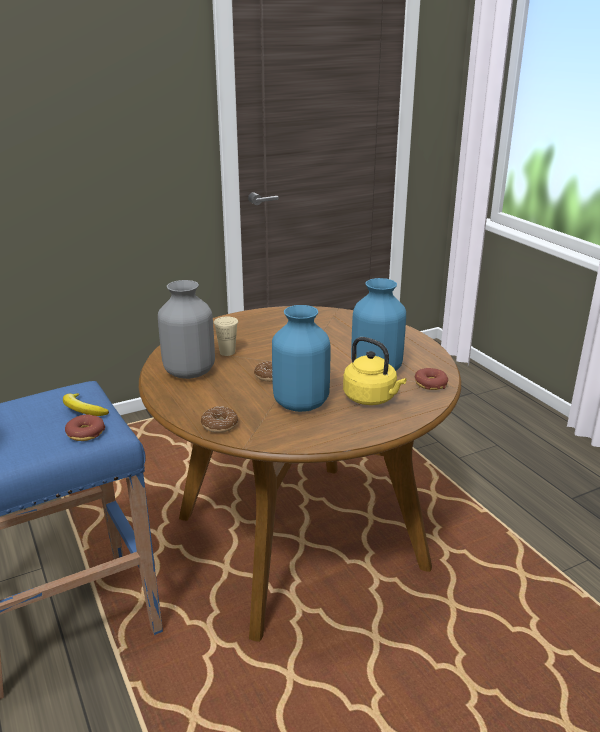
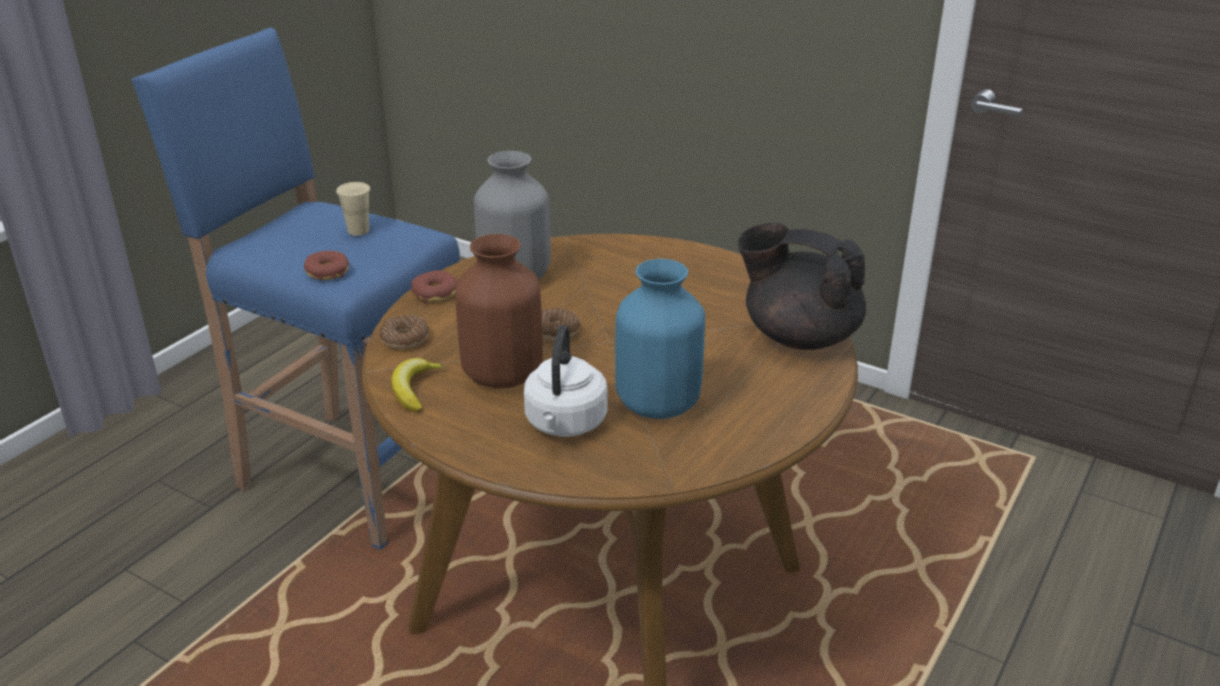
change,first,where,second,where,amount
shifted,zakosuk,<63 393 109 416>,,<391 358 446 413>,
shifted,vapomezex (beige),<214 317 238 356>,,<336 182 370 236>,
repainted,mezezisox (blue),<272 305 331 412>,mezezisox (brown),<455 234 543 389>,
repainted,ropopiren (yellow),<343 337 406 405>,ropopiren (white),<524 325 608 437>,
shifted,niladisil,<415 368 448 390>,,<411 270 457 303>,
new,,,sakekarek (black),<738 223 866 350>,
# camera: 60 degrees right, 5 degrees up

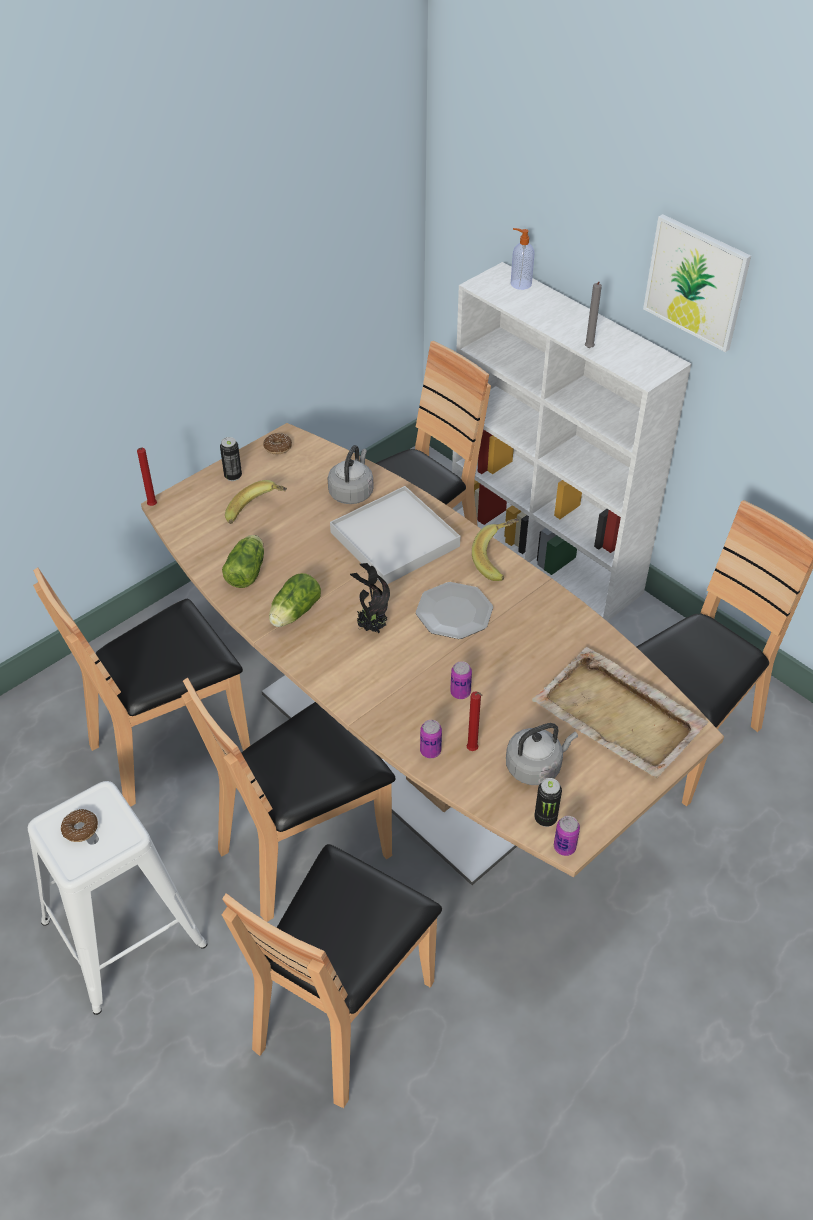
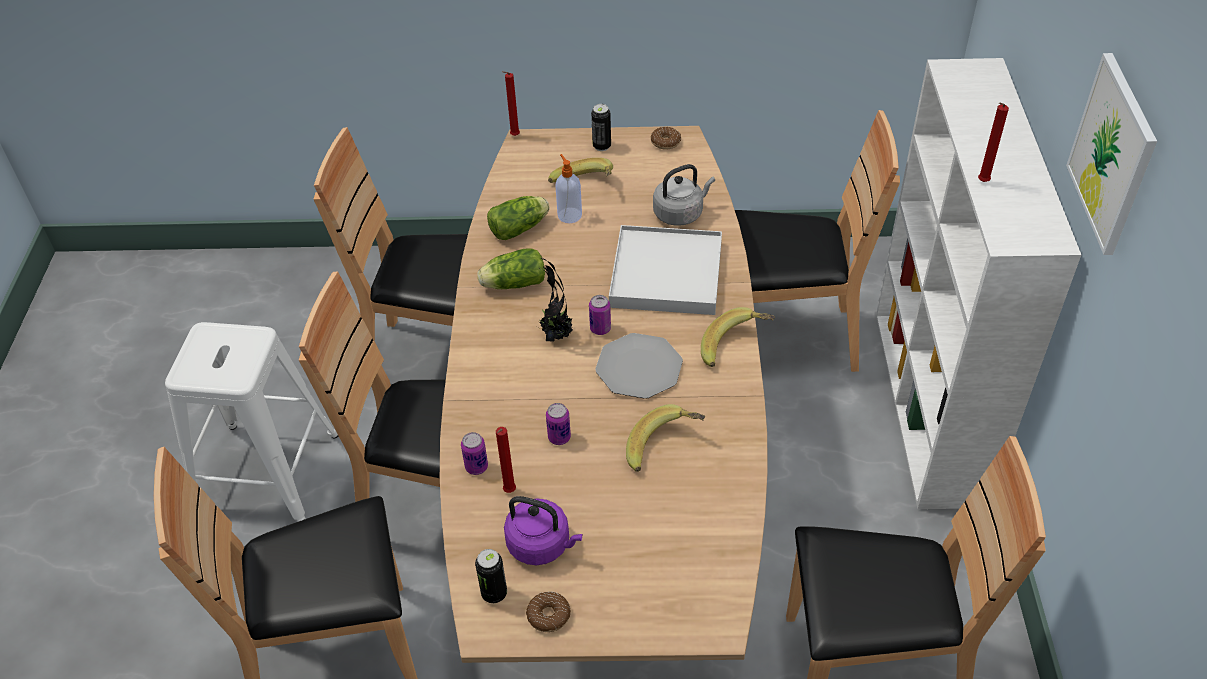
change,first,where,second,where,amount
shifted,niladisil,<61 809 98 842>,,<526 592 571 632>,
repainted,ropopiren (grey),<506 723 578 785>,ropopiren (purple),<504 496 582 565>,
shifted,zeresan,<511 228 535 290>,,<555 154 582 223>,
gone,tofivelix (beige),<532 647 708 778>,,,
shifted,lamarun,<554 816 580 856>,,<589 295 611 335>,
repainted,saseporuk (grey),<585 282 602 348>,saseporuk (red),<978 103 1009 182>,
new,,,zakosuk,<626 404 705 472>,
# camera: 45 degrees right, 0 degrees up

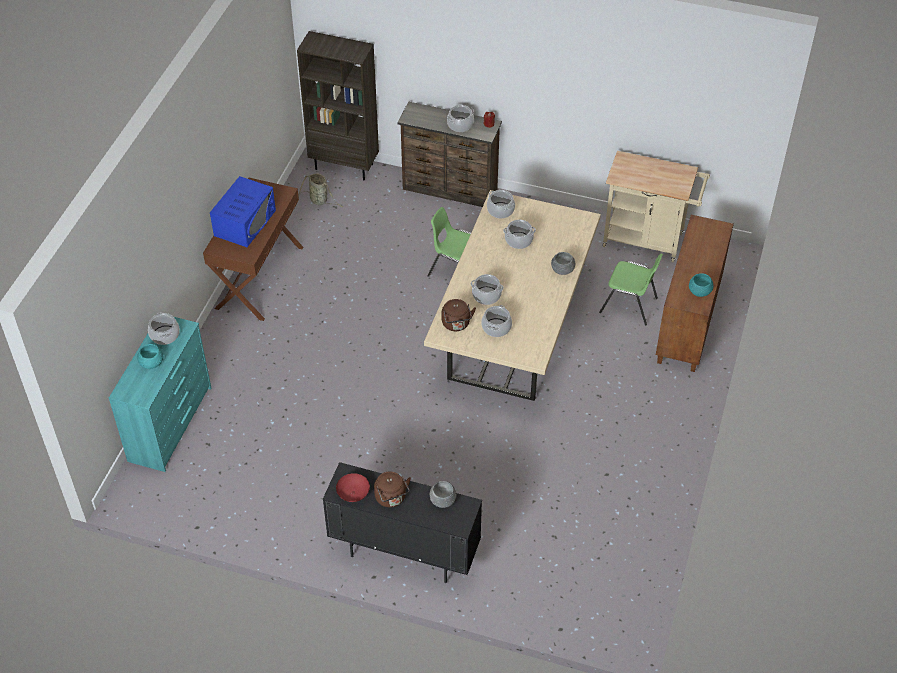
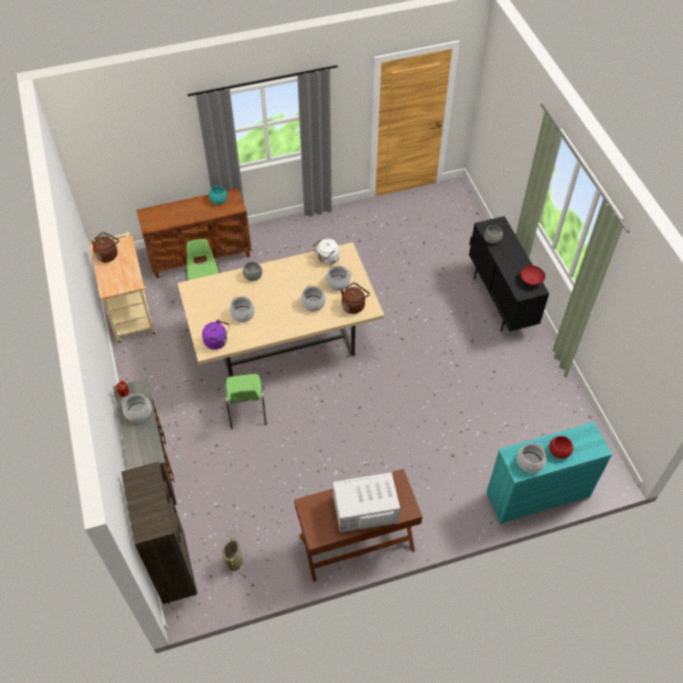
change,first,where,second,where,amount
repainted,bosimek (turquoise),<137 344 163 369>,bosimek (red),<549 436 573 459>,
repainted,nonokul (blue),<210 176 276 247>,nonokul (white),<333 472 400 533>,
shifted,ropopiren (brown),<374 471 411 508>,,<91 232 119 262>,
swapped,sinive,<487 190 515 219>,ropopiren (purple),<202 319 229 350>,
new,,,ropopiren (white),<312 239 340 265>,
# camera: 125 degrees left, 5 degrees up

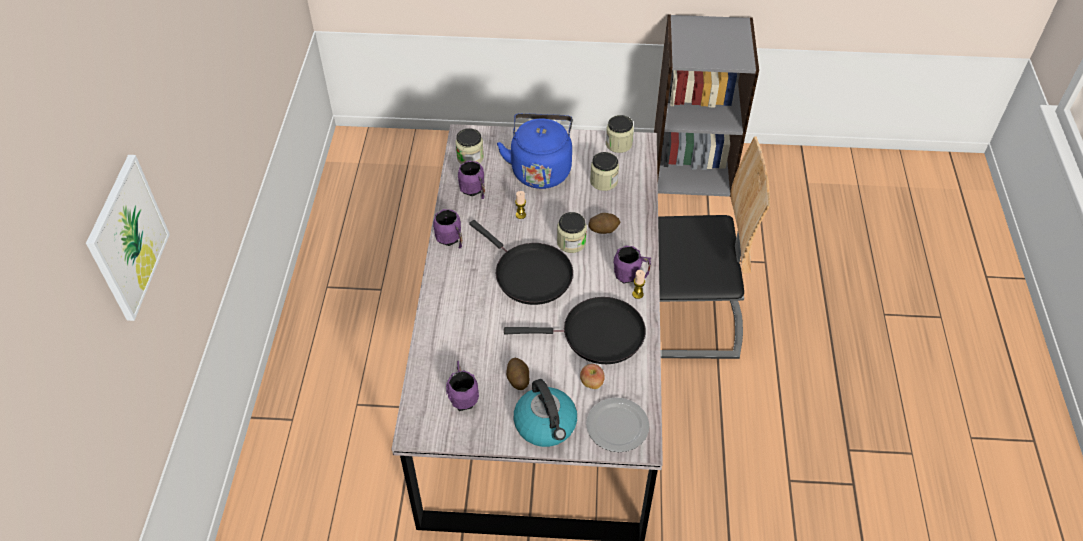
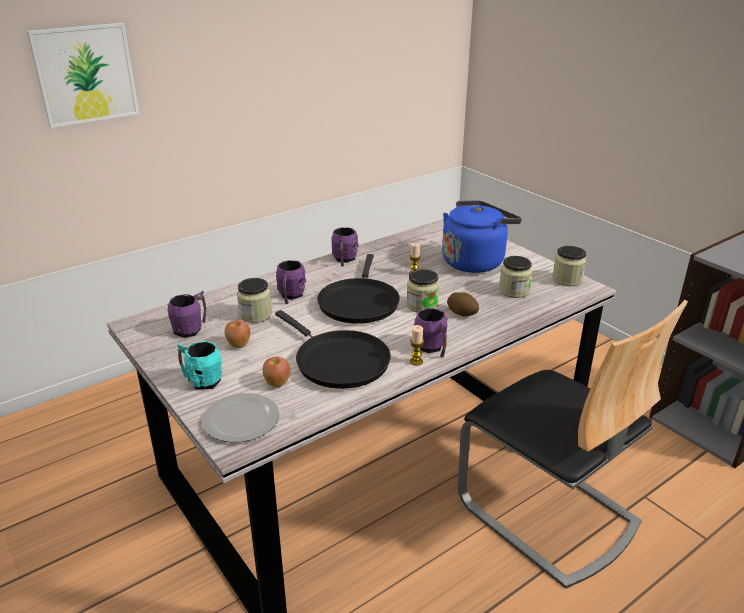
change,first,where,second,where,amount
shifted,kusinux,<456 128 484 164>,,<237 278 272 323>,
shifted,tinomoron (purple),<458 161 485 199>,,<276 260 306 304>,
swapped,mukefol,<506 358 529 390>,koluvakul,<224 320 250 348>,
swapped,ropopiren,<514 379 577 447>,tinomoron (turquoise),<177 341 222 389>,
# camera: 50 degrees right, 20 degrees down

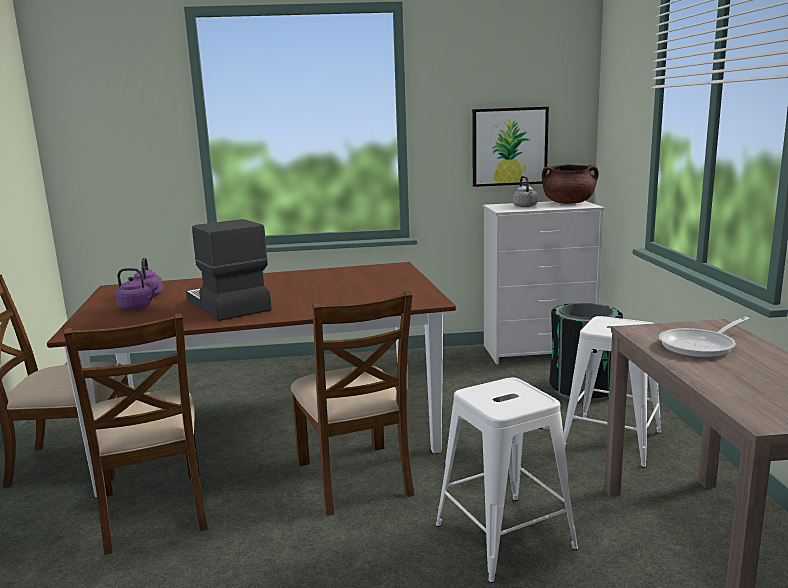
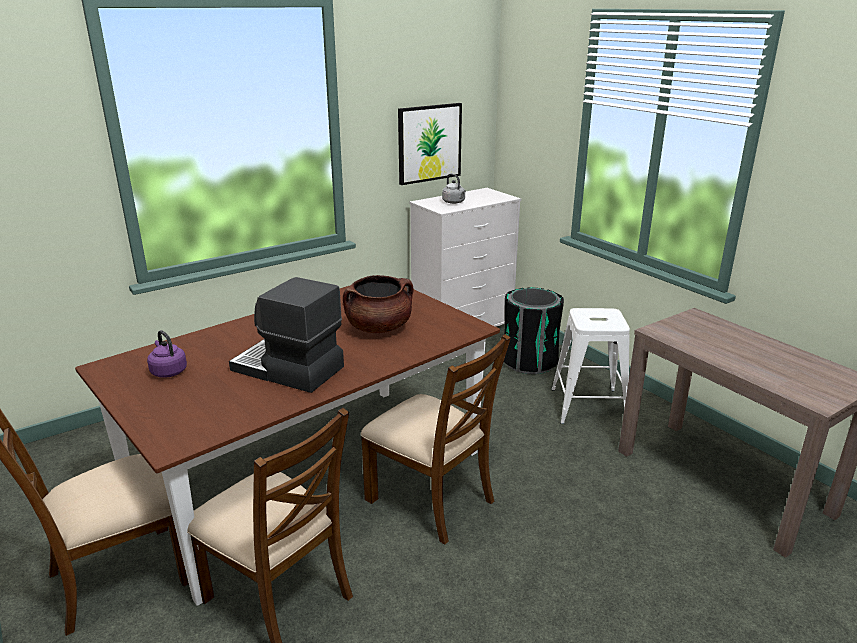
change,first,where,second,where,amount
gone,ropopiren (purple),<115 268 158 310>,,,
gone,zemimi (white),<436 377 578 583>,,,
shifted,sinive (brown),<542 164 599 204>,,<343 275 413 333>,
gone,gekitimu,<659 317 749 358>,,,
# camera: 30 degrees left, 10 degrees up

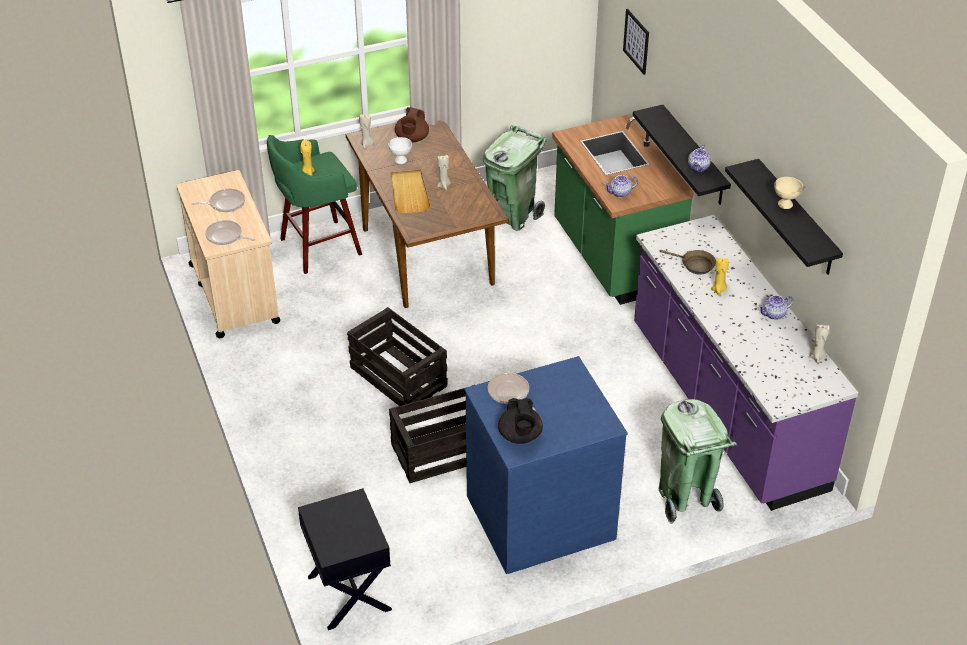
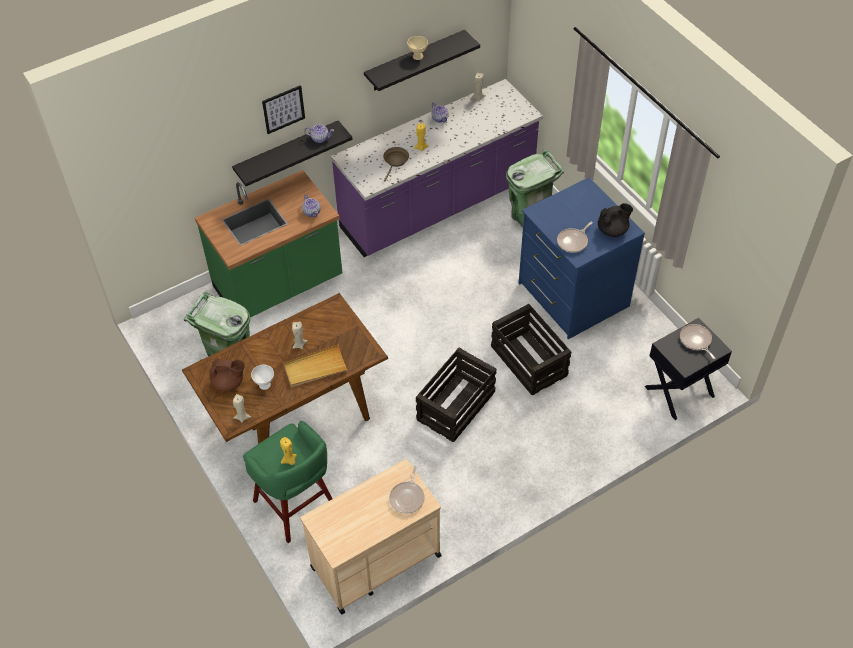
change,first,where,second,where,amount
shifted,gekitimu,<191 189 245 212>,,<680 324 715 359>,
shifted,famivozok,<623 9 649 75>,,<262 85 305 134>,
# camera: 100 degrees left, 10 degrees up

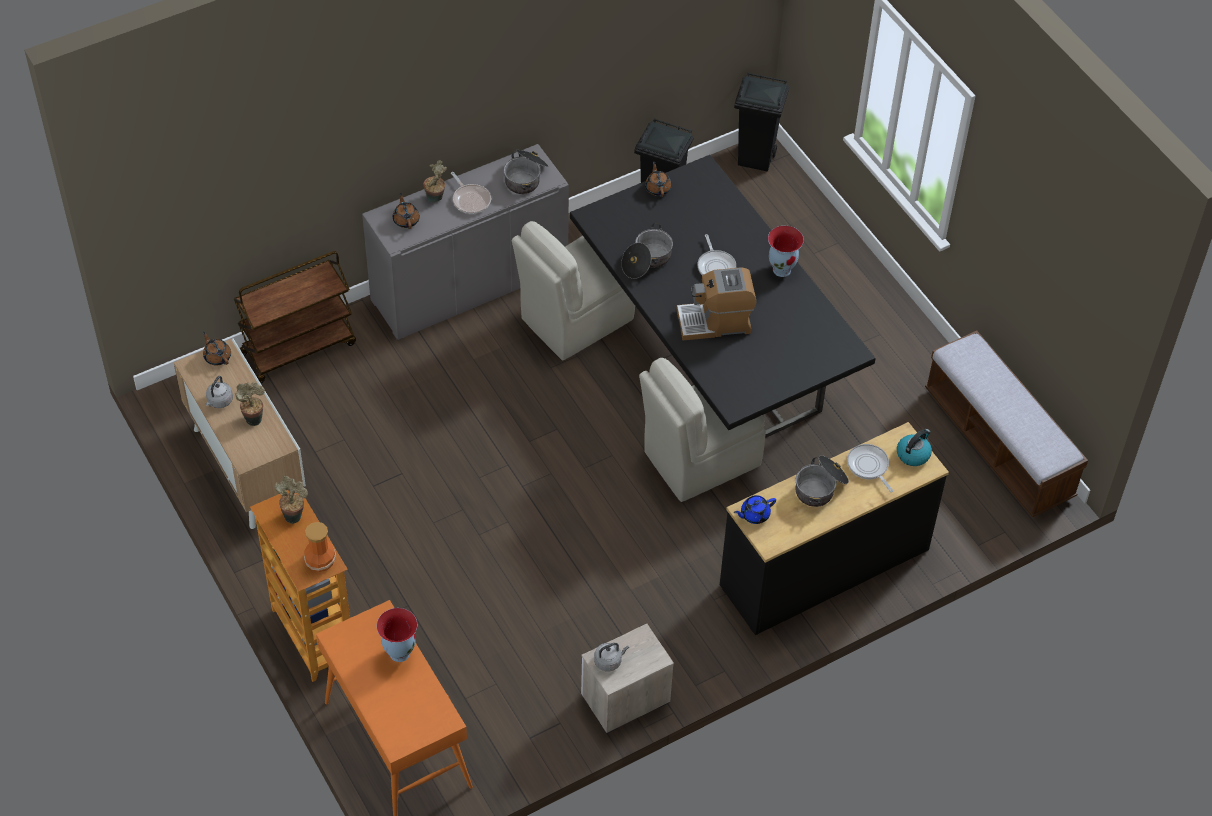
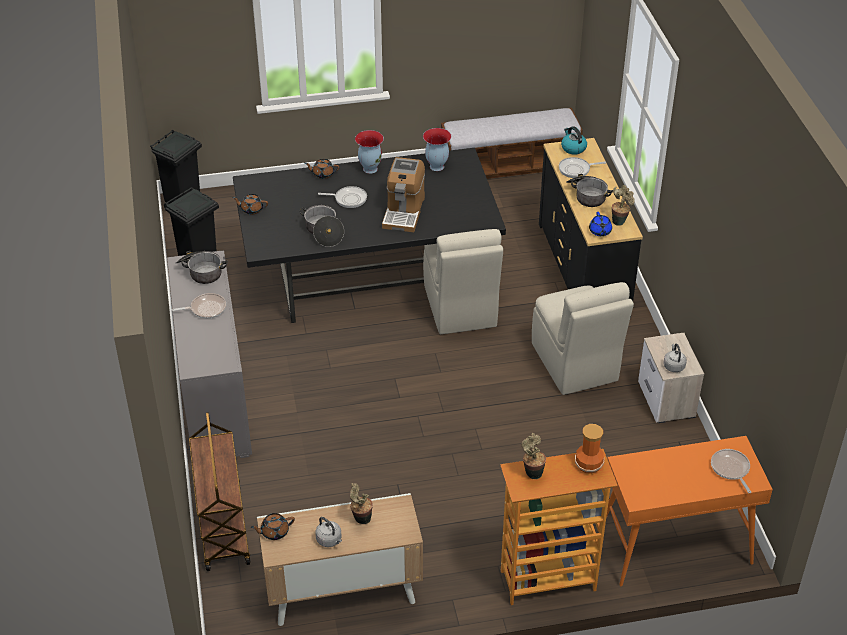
change,first,where,second,where,amount
shifted,mezezisox,<377 608 417 662>,,<423 128 452 171>,
shifted,sakekarek (brown),<393 193 420 229>,,<305 159 339 179>,
shifted,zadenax,<424 160 447 202>,,<612 185 635 226>,
shifted,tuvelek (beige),<512 221 635 360>,,<532 282 634 395>,
new,,,gekitimu,<711 449 751 493>,
# camera: 70 degrees left, 10 degrees down

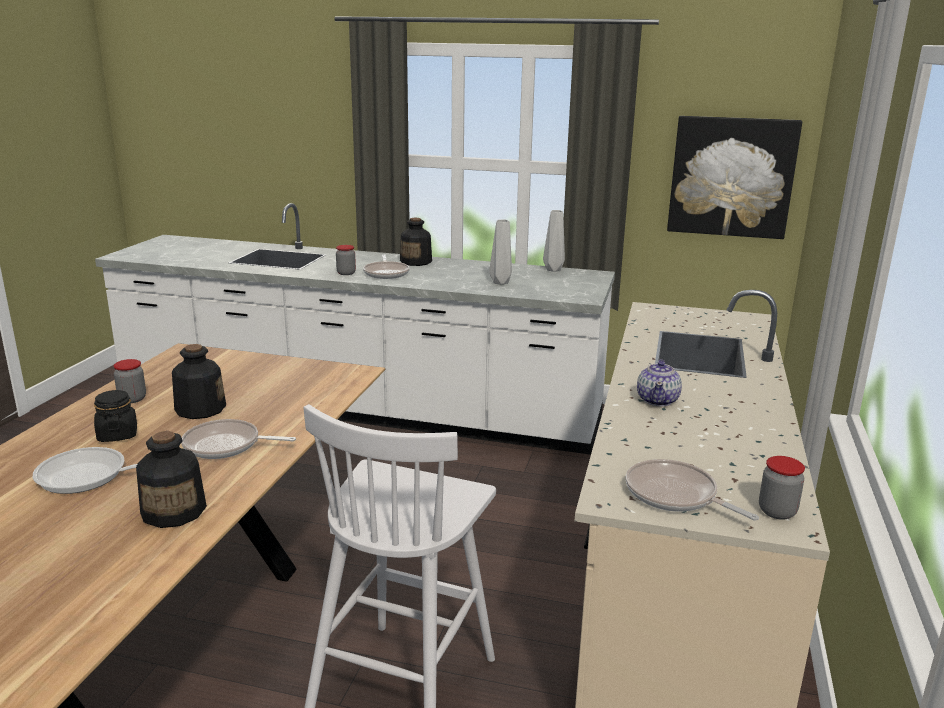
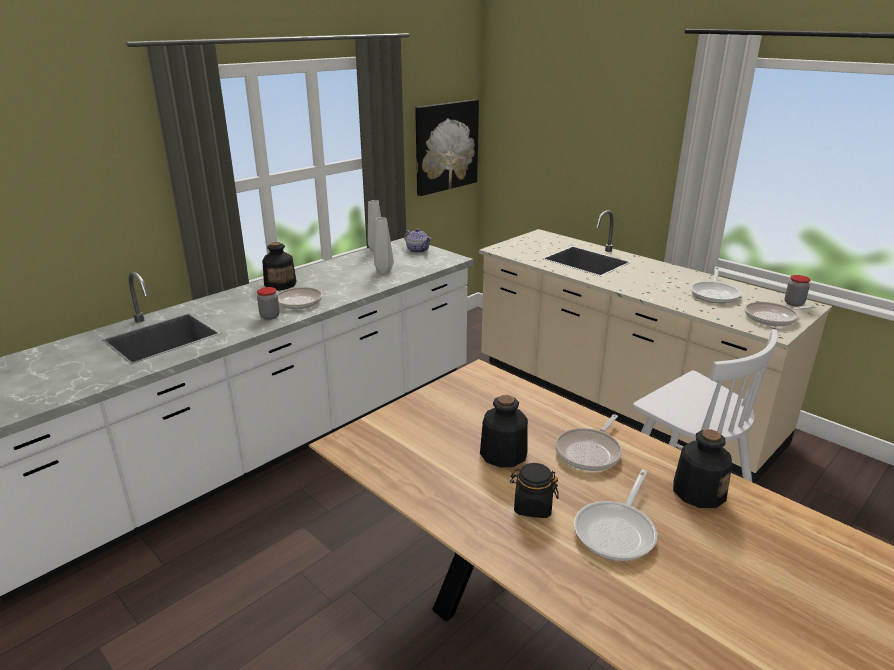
change,first,where,second,where,amount
gone,kusinux,<114 359 146 403>,,,
shifted,sakekarek,<637 359 682 406>,,<404 228 431 253>,
new,,,gekitimu,<690 267 741 303>,
# camera: 60 degrees left, 5 degrees up

